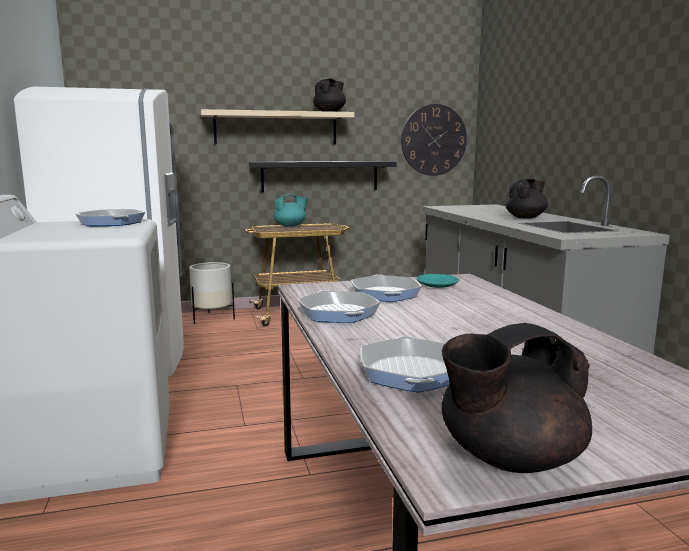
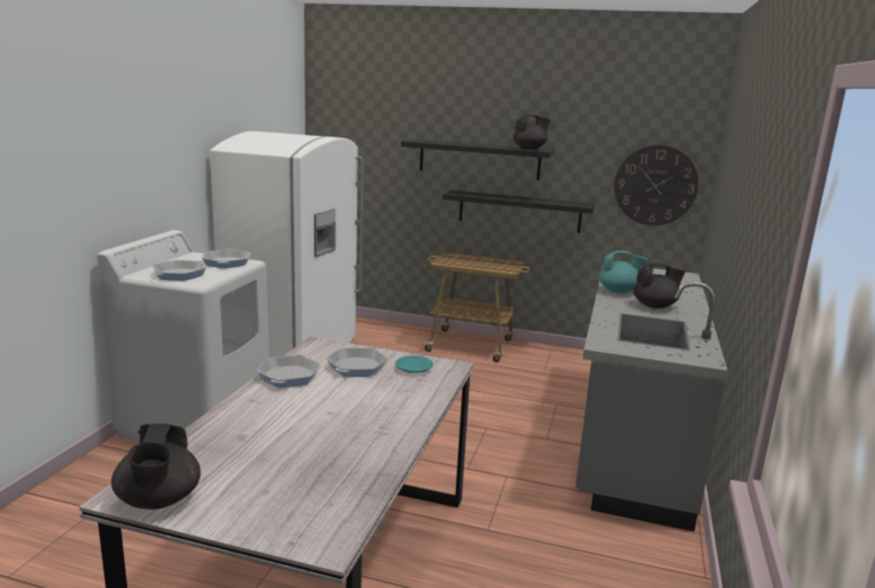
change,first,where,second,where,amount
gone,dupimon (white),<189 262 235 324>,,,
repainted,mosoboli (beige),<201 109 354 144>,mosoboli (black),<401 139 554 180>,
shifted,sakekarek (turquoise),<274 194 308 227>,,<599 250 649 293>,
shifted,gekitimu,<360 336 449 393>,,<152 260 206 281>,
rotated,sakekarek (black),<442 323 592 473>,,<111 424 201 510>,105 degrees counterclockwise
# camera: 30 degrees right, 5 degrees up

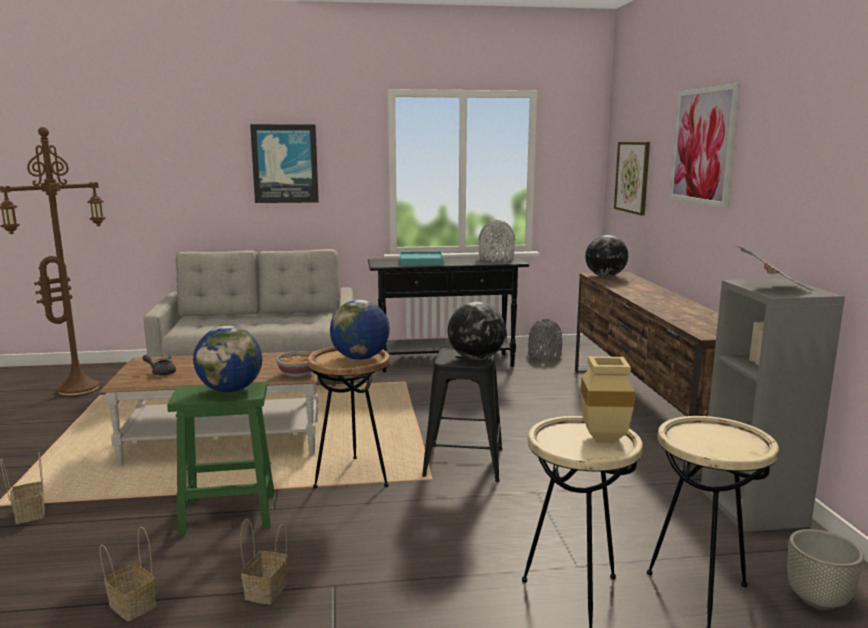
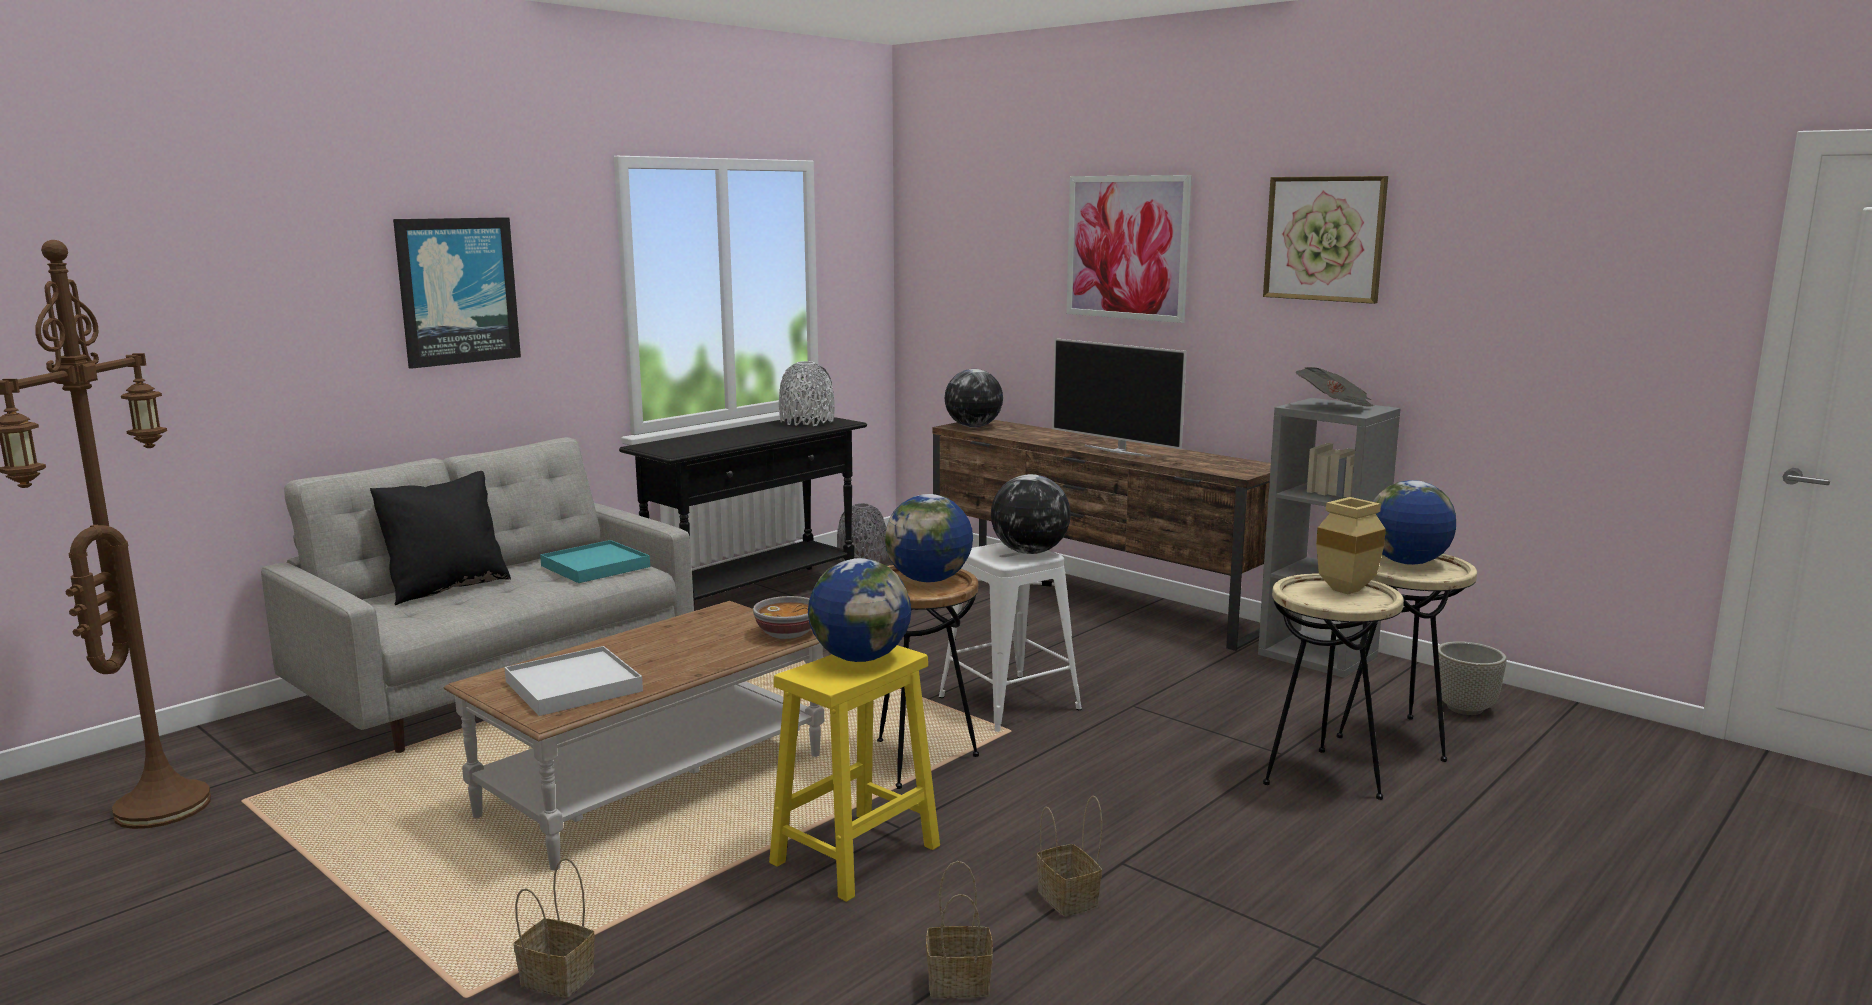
change,first,where,second,where,amount
swapped,sakekarek (grey),<143 354 176 376>,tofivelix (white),<505 646 643 716>,
repainted,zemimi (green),<167 382 274 536>,zemimi (yellow),<769 645 940 902>,
shifted,tofivelix (turquoise),<400 252 444 265>,,<540 540 650 583>,
repainted,zemimi (black),<422 348 502 482>,zemimi (white),<939 542 1082 732>,
shifted,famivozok,<614 142 650 215>,,<1263 176 1388 304>,
new,,,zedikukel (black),<370 471 511 605>,
new,,,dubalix,<1052 338 1187 457>,
new,,,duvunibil,<1373 480 1456 565>,
# camera: 40 degrees left, 0 degrees up

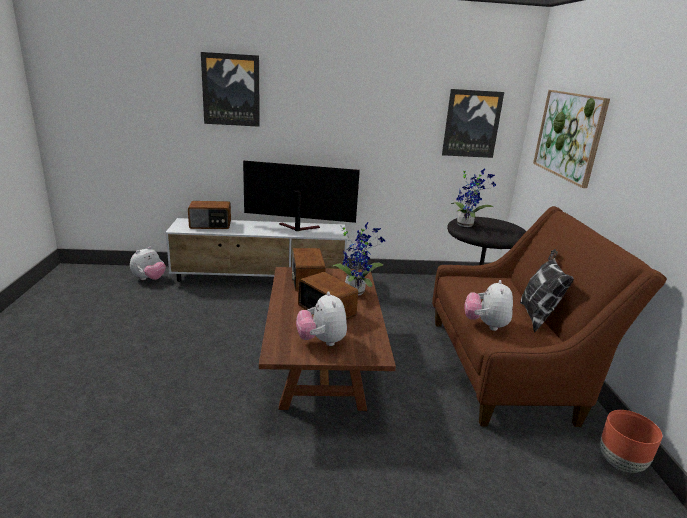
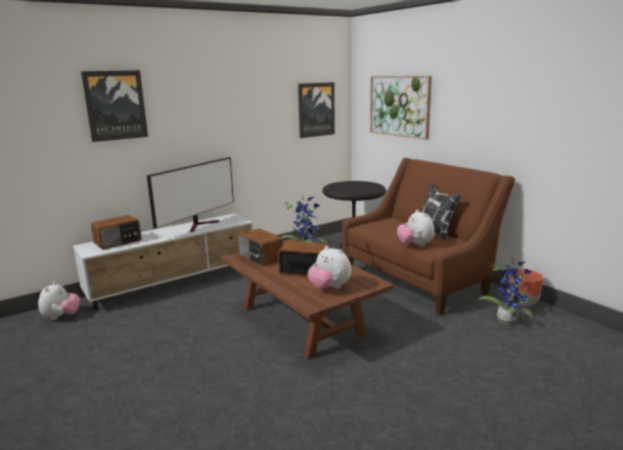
change,first,where,second,where,amount
rotated,dubalix,<243 161 360 231>,,<147 157 234 232>,150 degrees clockwise
shifted,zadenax,<451 169 496 227>,,<478 257 532 324>,
# camera: 30 degrees left, 5 degrees down

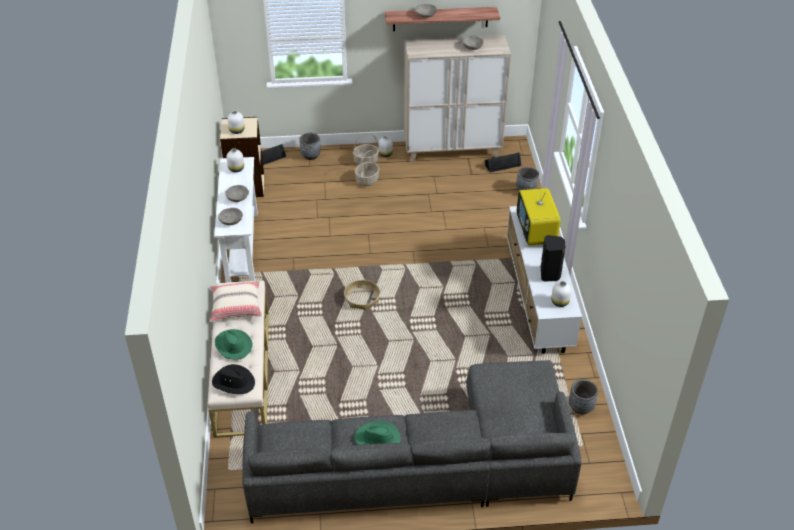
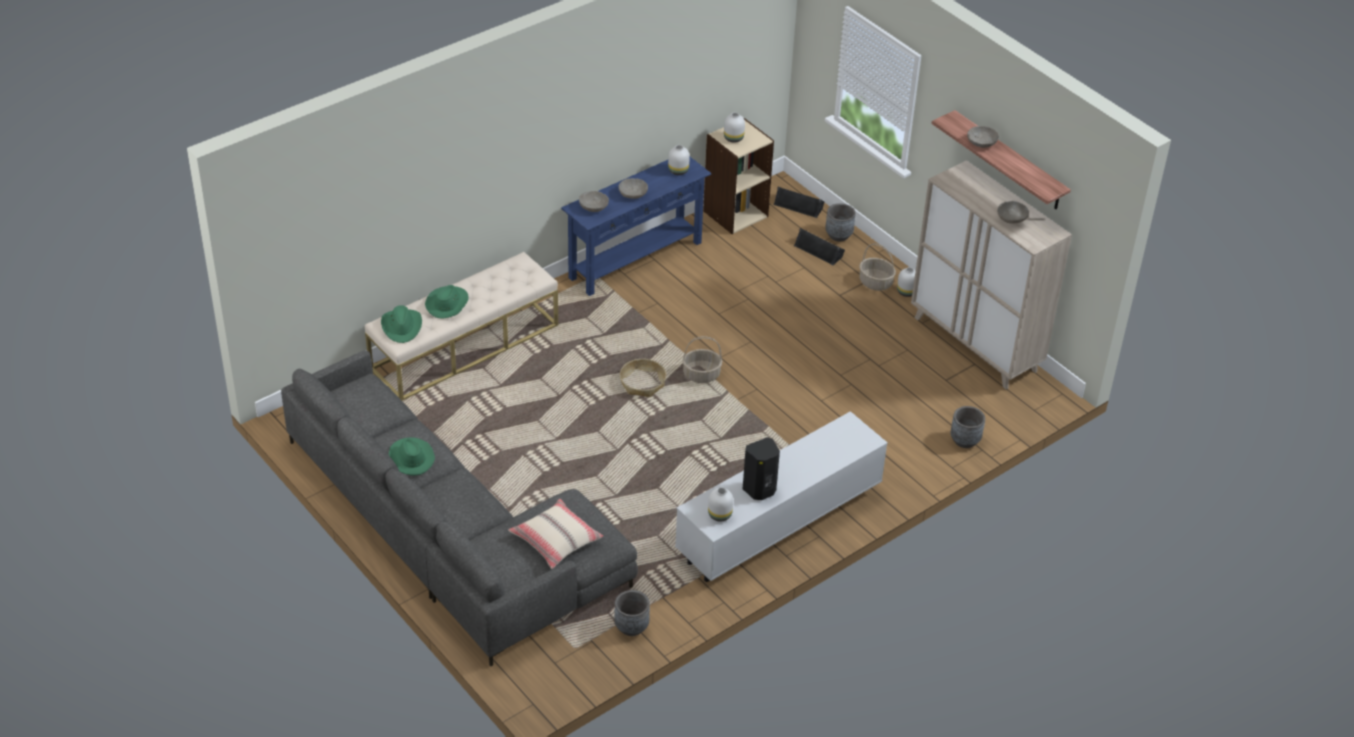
change,first,where,second,where,amount
shifted,zedikukel (beige),<210 281 262 322>,,<508 499 603 569>,
repainted,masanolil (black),<212 364 255 394>,masanolil (green),<381 305 422 343>,
repainted,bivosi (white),<214 157 258 282>,bivosi (blue),<561 157 711 296>,
shifted,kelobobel,<355 150 379 186>,,<682 336 722 383>,
shifted,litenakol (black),<485 152 522 173>,,<794 228 845 265>,
gone,dubalix,<517 179 561 245>,,,
# camera: 55 degrees right, 0 degrees up

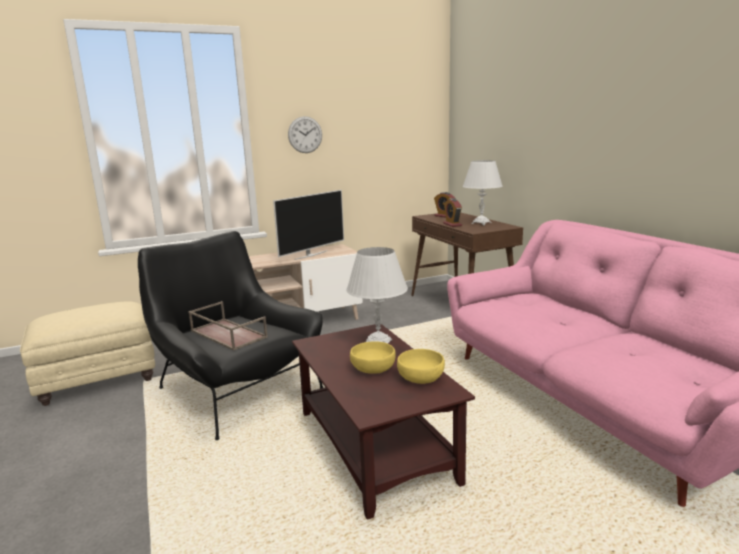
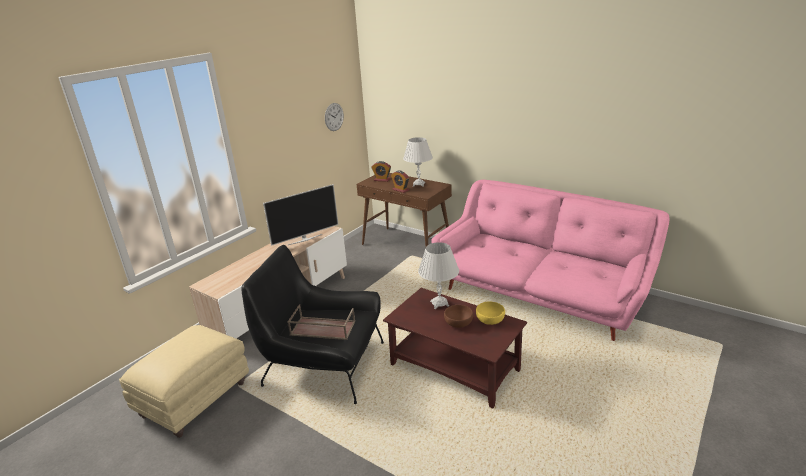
change,first,where,second,where,amount
rotated,dubalix,<273 190 344 260>,,<263 184 339 246>,45 degrees clockwise
shifted,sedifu,<288 116 322 153>,,<325 103 344 131>,
repainted,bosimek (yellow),<350 341 396 374>,bosimek (brown),<444 305 473 328>,
# camera: 30 degrees left, 10 degrees up

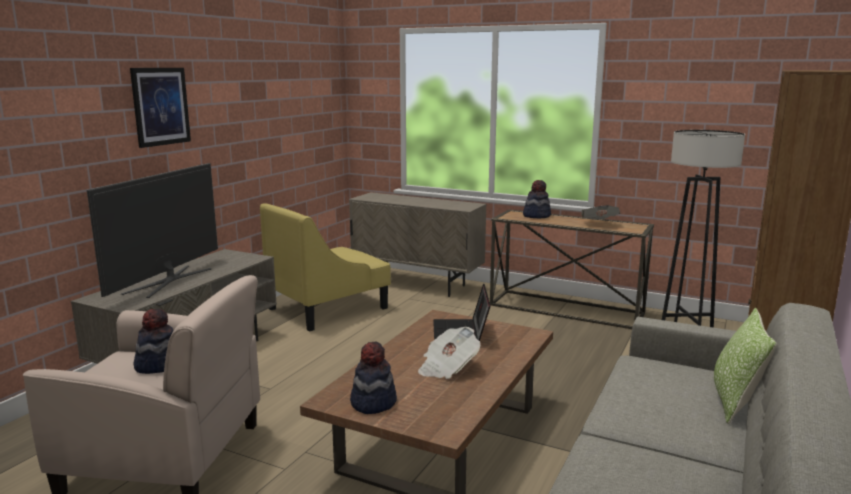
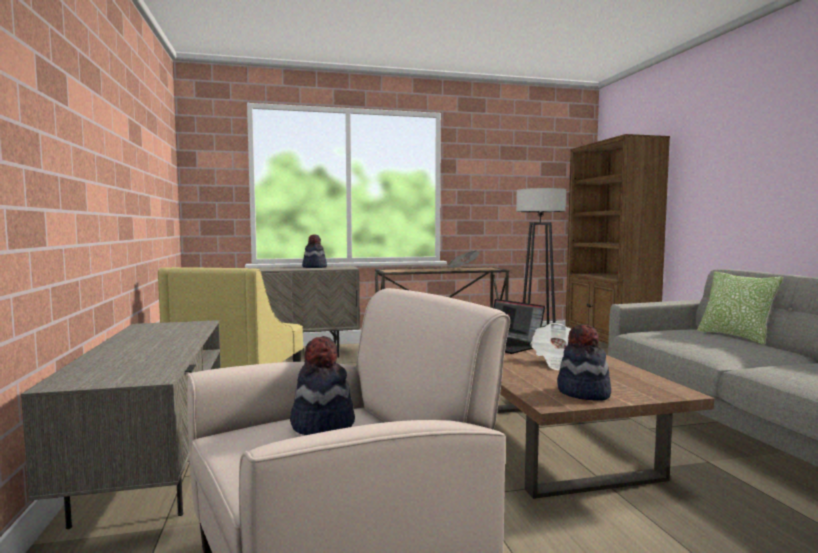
change,first,where,second,where,amount
gone,dubalix,<87 163 218 298>,,,
gone,famivozok,<130 68 191 148>,,,
shifted,masanolil,<523 180 551 219>,,<302 234 327 268>,
# camera: 40 degrees left, 10 degrees down

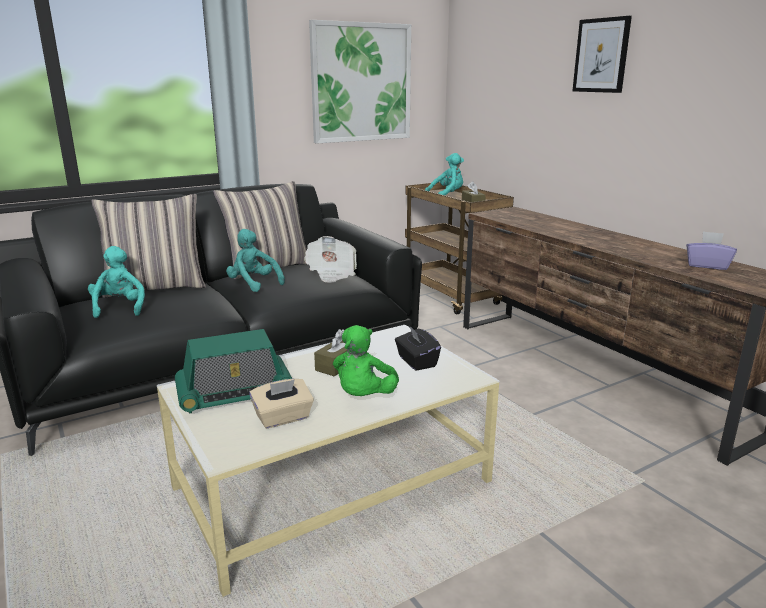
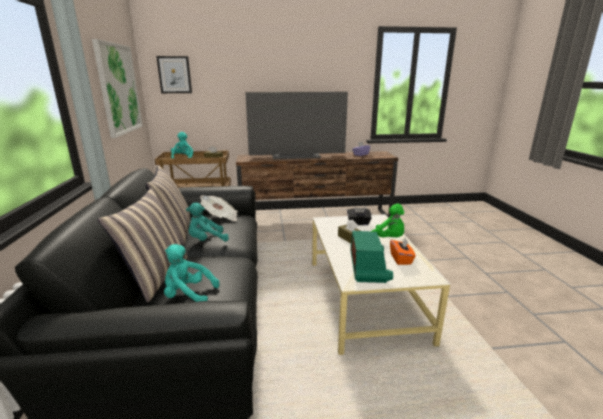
change,first,where,second,where,amount
repainted,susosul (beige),<249 379 314 428>,susosul (orange),<390 238 416 265>,
shifted,famivozok,<572 16 632 93>,,<156 56 192 93>,
new,,,dubalix,<245 92 348 159>,
# camera: 65 degrees left, 0 degrees up

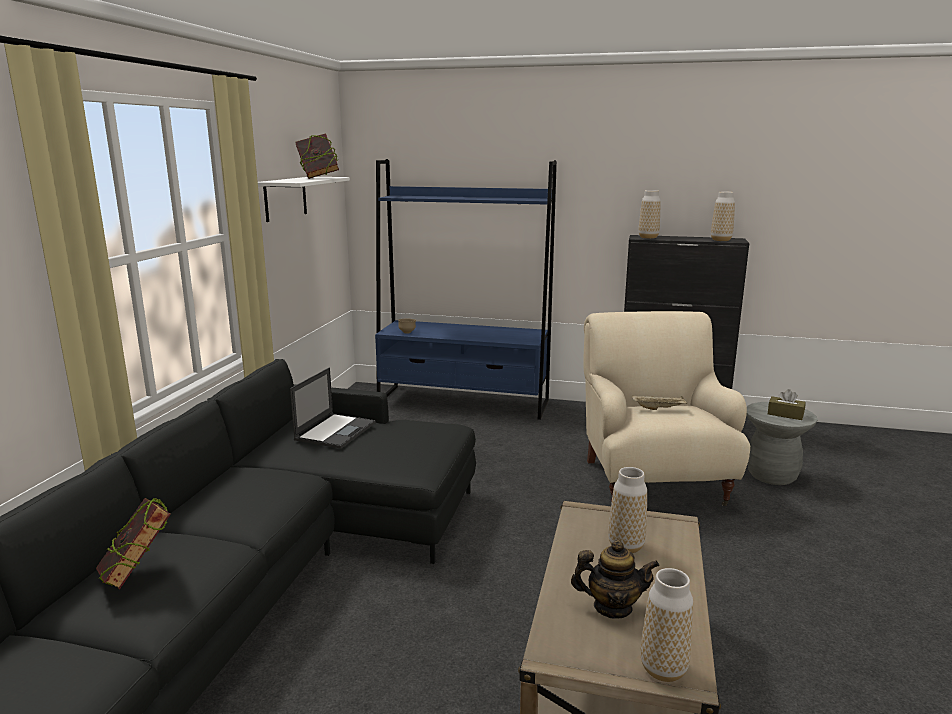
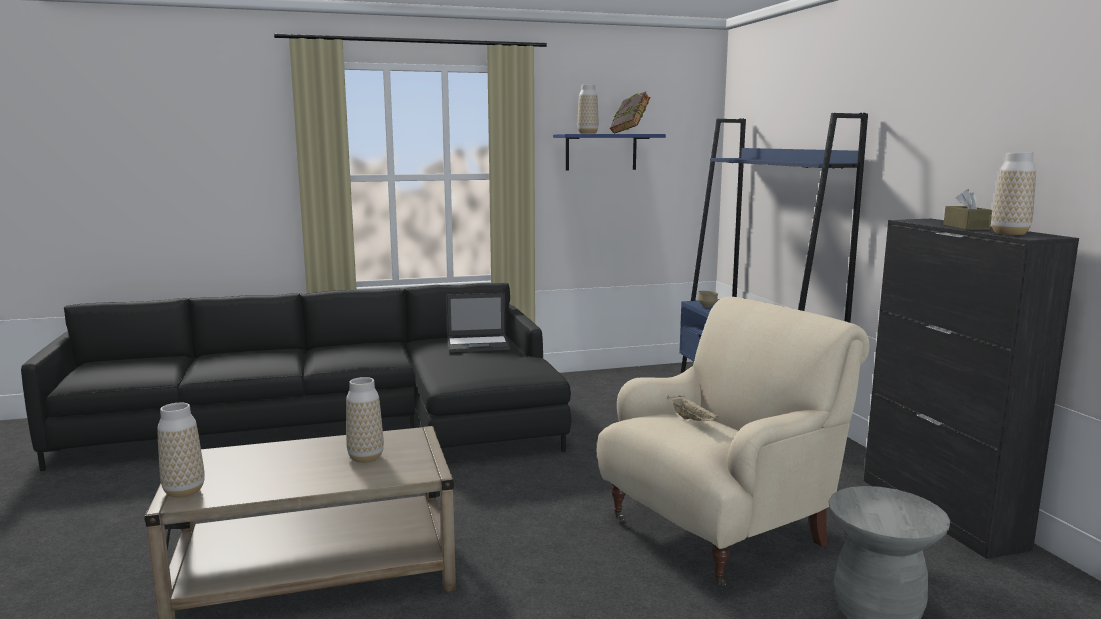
change,first,where,second,where,amount
gone,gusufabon,<96 498 171 589>,,,
repainted,mosoboli (white),<258 177 350 222>,mosoboli (blue),<553 134 666 171>,
gone,sakekarek,<571 540 659 619>,,,
shifted,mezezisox,<638 190 660 239>,,<577 85 598 134>,
shifted,susosul (brown),<768 389 806 420>,,<943 189 992 230>,
# camera: 60 degrees right, 5 degrees down

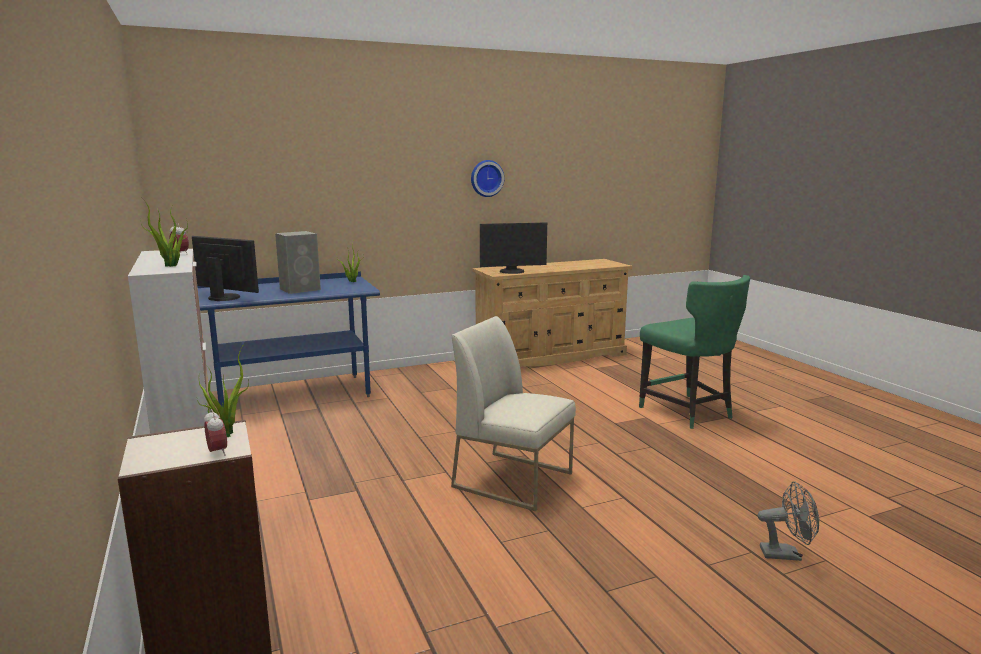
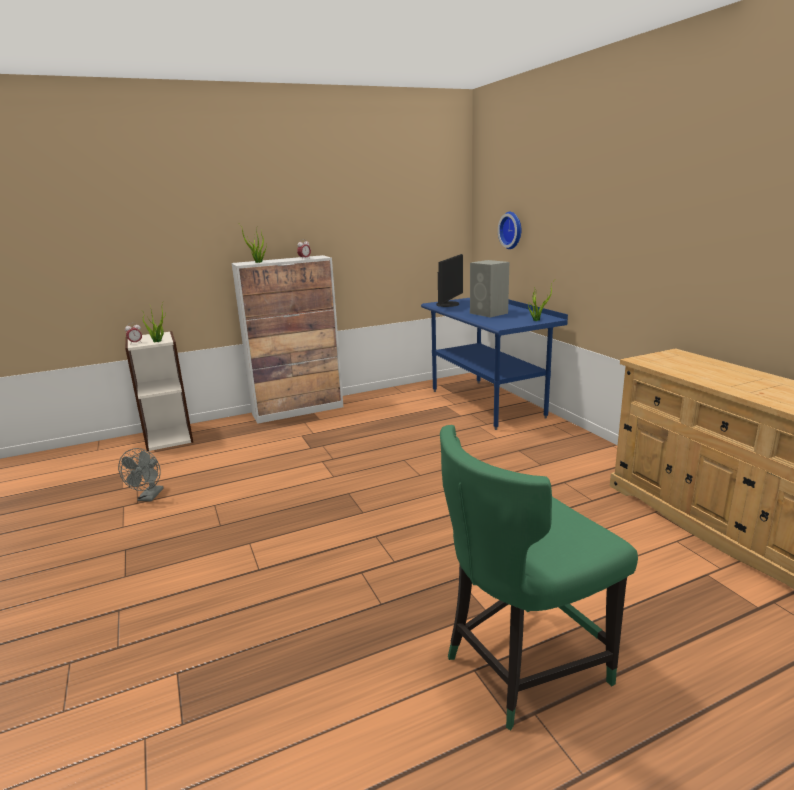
change,first,where,second,where,amount
gone,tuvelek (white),<451 316 576 511>,,,
shifted,sedifu,<471 160 504 197>,,<498 212 521 249>,
gone,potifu,<480 222 547 274>,,,
shifted,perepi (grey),<758 481 819 561>,,<118 448 164 501>,
# camera: 90 degrees right, 5 degrees up

